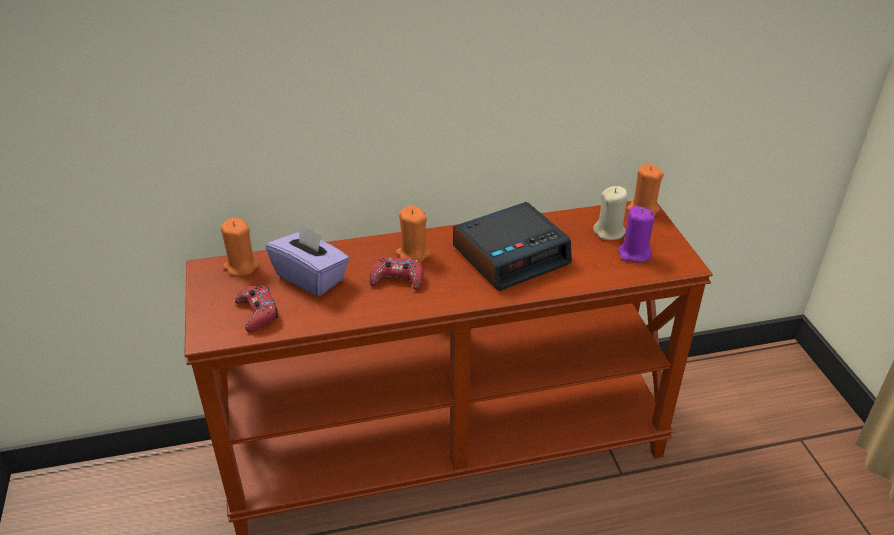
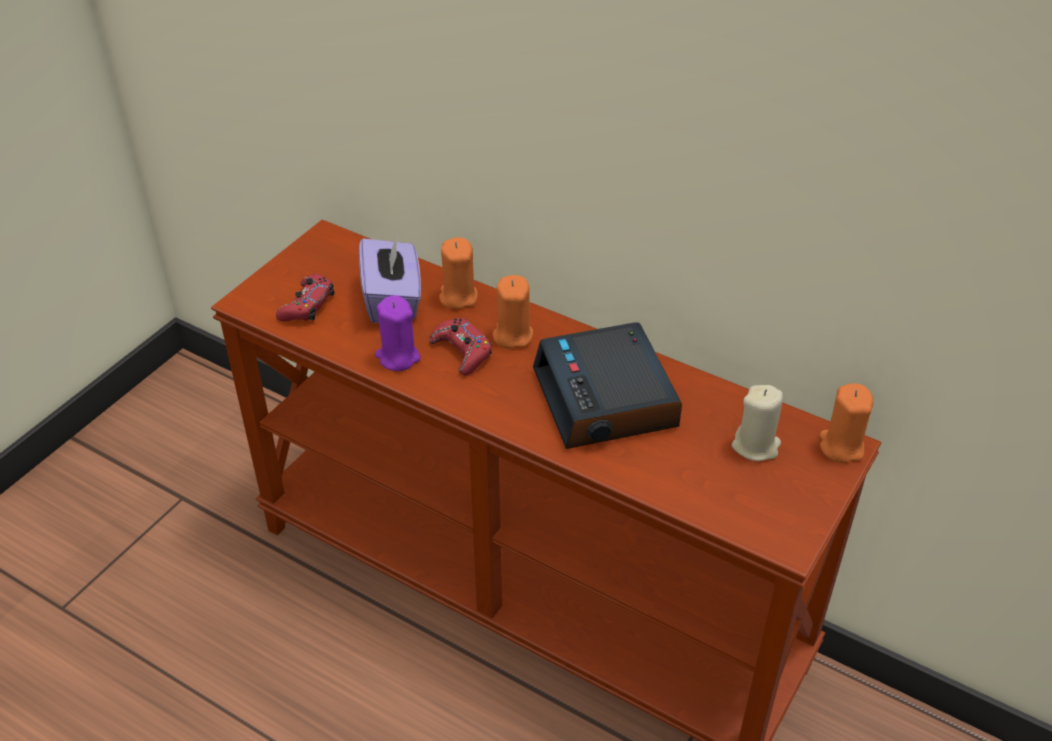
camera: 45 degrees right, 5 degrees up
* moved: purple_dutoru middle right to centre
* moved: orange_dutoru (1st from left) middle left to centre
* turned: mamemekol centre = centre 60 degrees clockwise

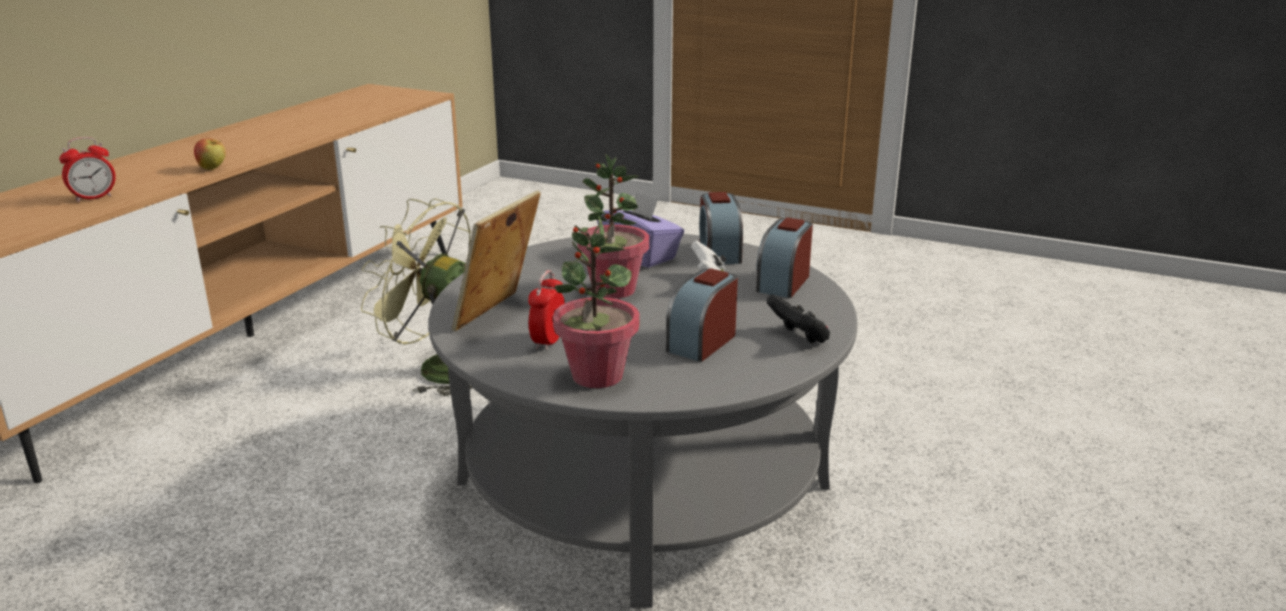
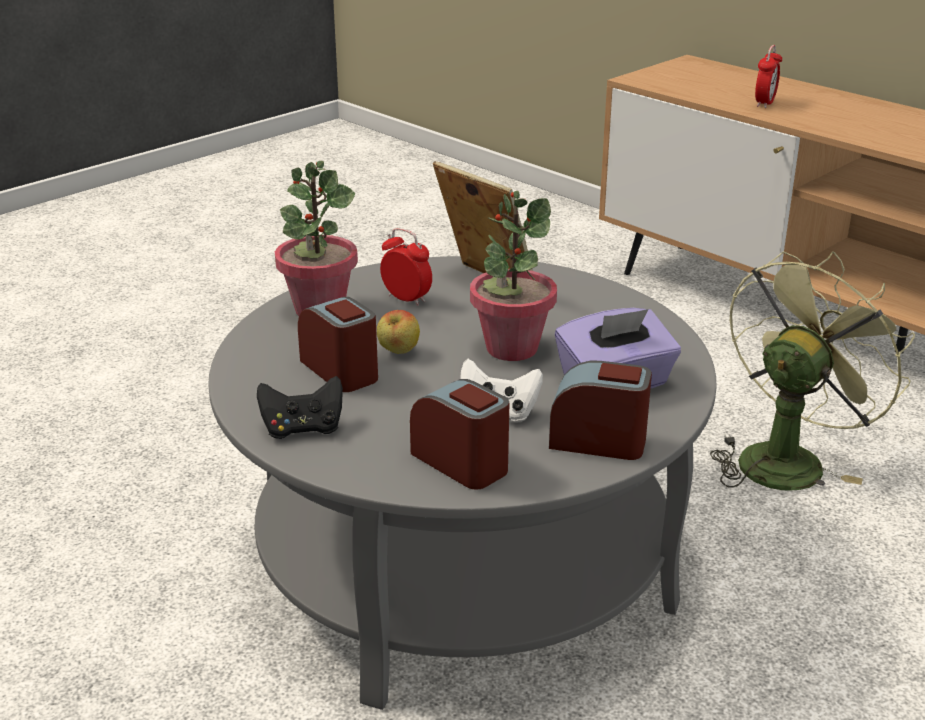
camera: 110 degrees right, 5 degrees up
* moved: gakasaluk top left to centre
* turned: mamemekol (1st from left in the first image) top left = top right 135 degrees counterclockwise

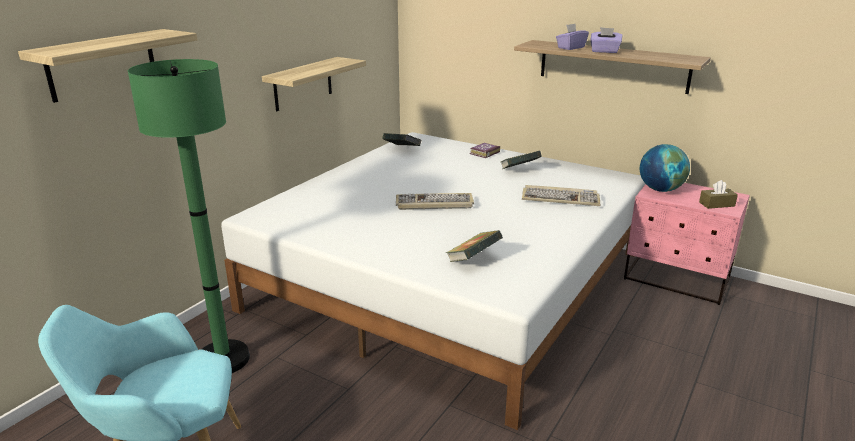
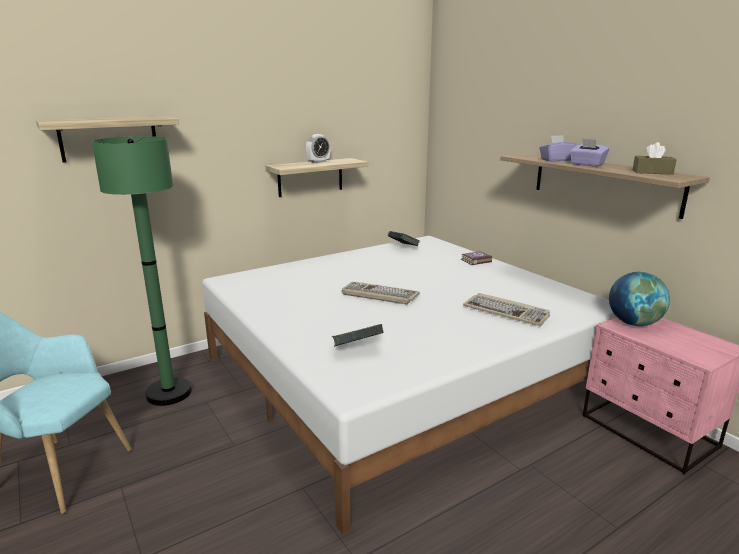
camera: 25 degrees right, 5 degrees down
* added: mamemekol top centre
* moved: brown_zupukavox middle right to top right
* removed: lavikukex (4th from left) centre

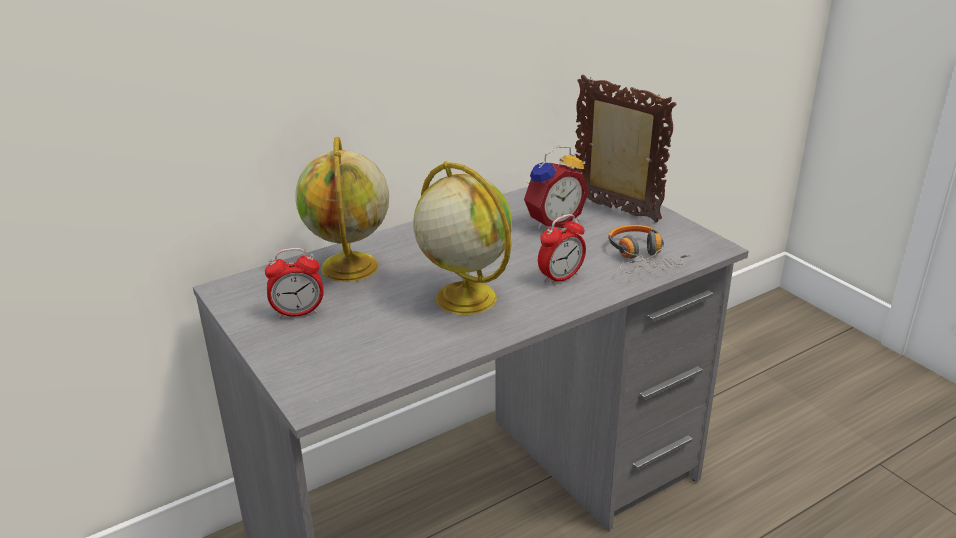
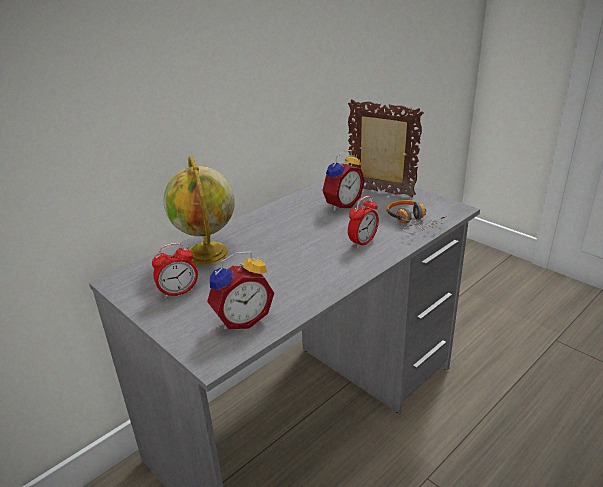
camera: 10 degrees left, 0 degrees up
* added: mamemekol (2nd from left) centre
* removed: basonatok (2nd from left) centre

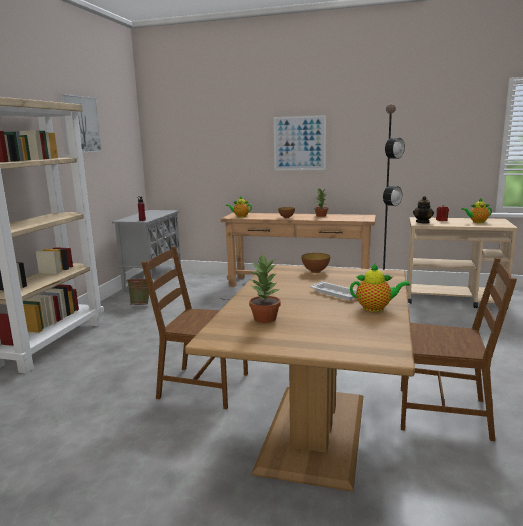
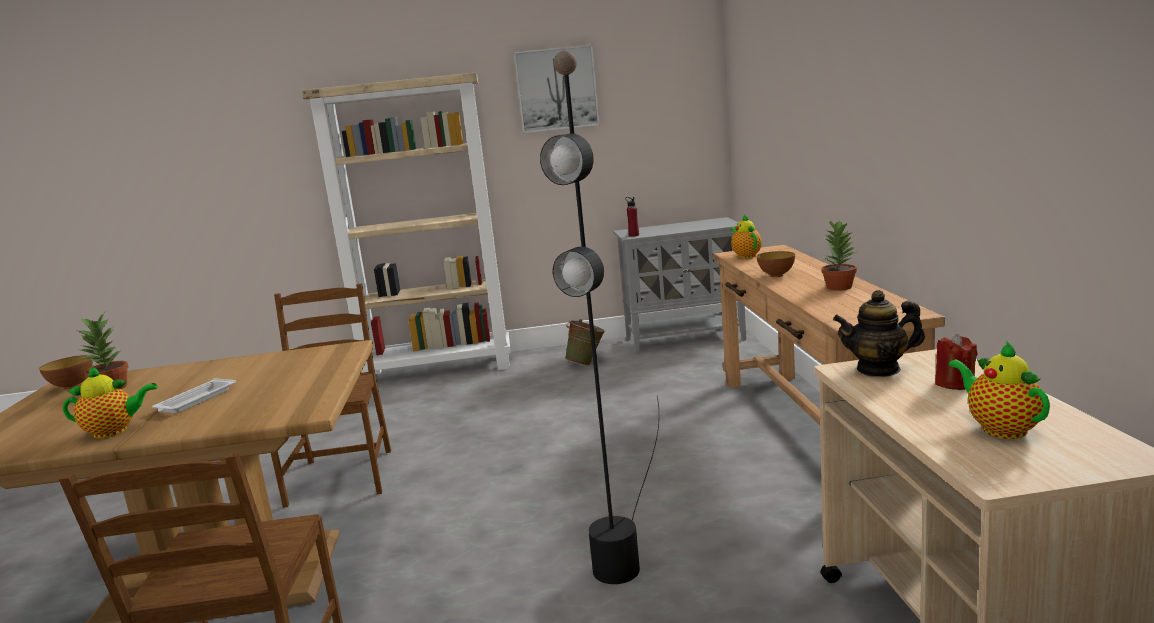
camera: 70 degrees right, 0 degrees up
* moved: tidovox (2nd from left in the first image) centre to tidovox (1st from left) middle left
* turned: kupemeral (2nd from left in the first image) middle right = middle left 90 degrees counterclockwise
* removed: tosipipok (2nd from left) top centre

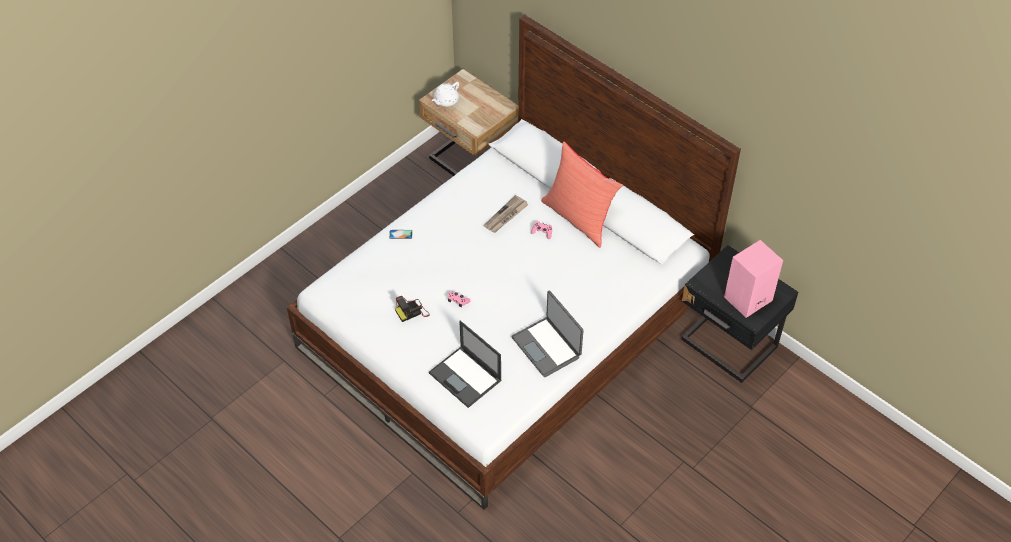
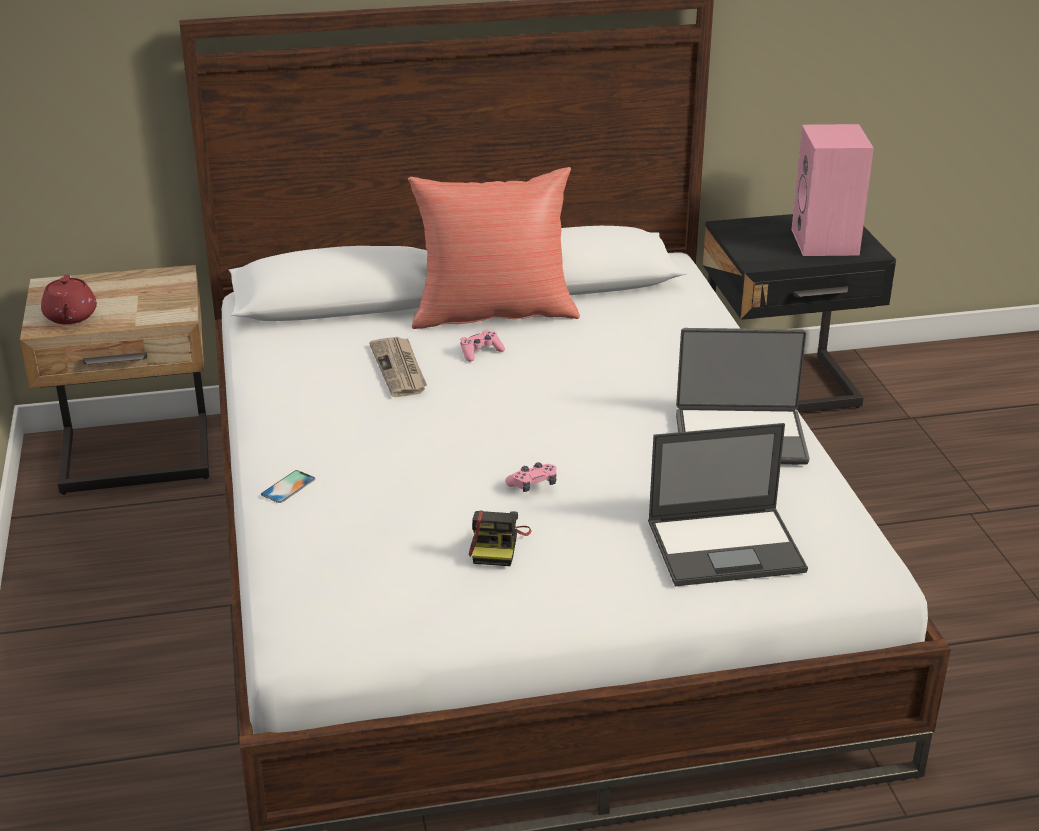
camera: 55 degrees left, 20 degrees down
* recoloured: white_kupemeral top centre to red_kupemeral middle left

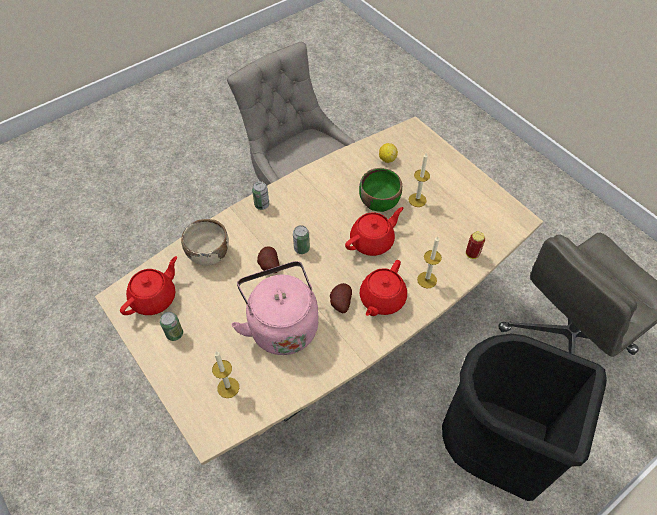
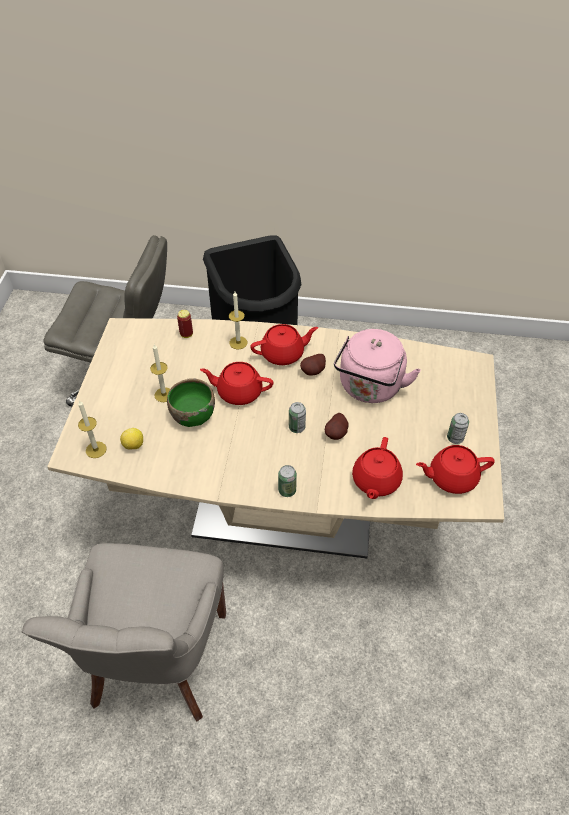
camera: 135 degrees left, 5 degrees down
* moved: dutoru (1st from left) bottom centre to middle left
* replaced: beige_tidovox middle left to red_kupemeral (3rd from left) centre

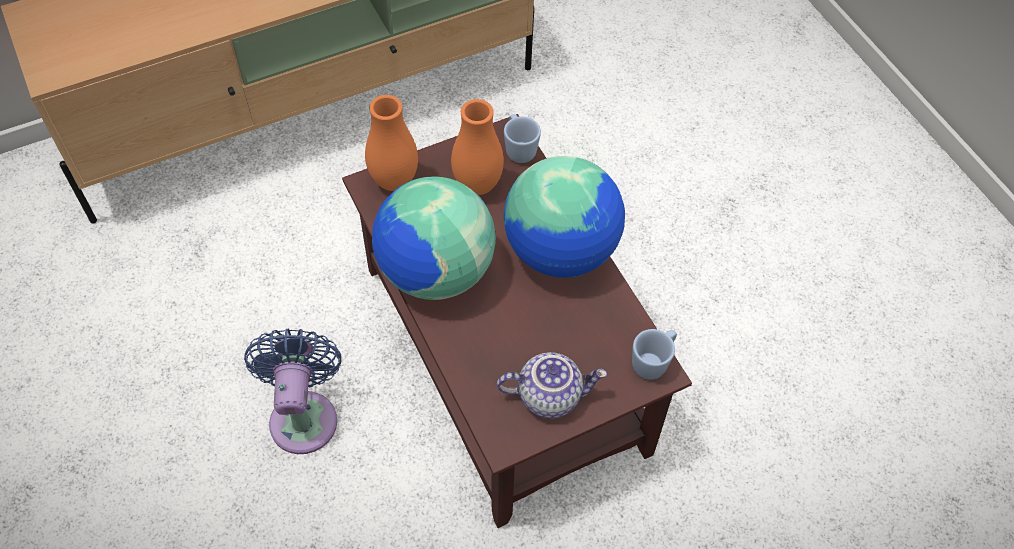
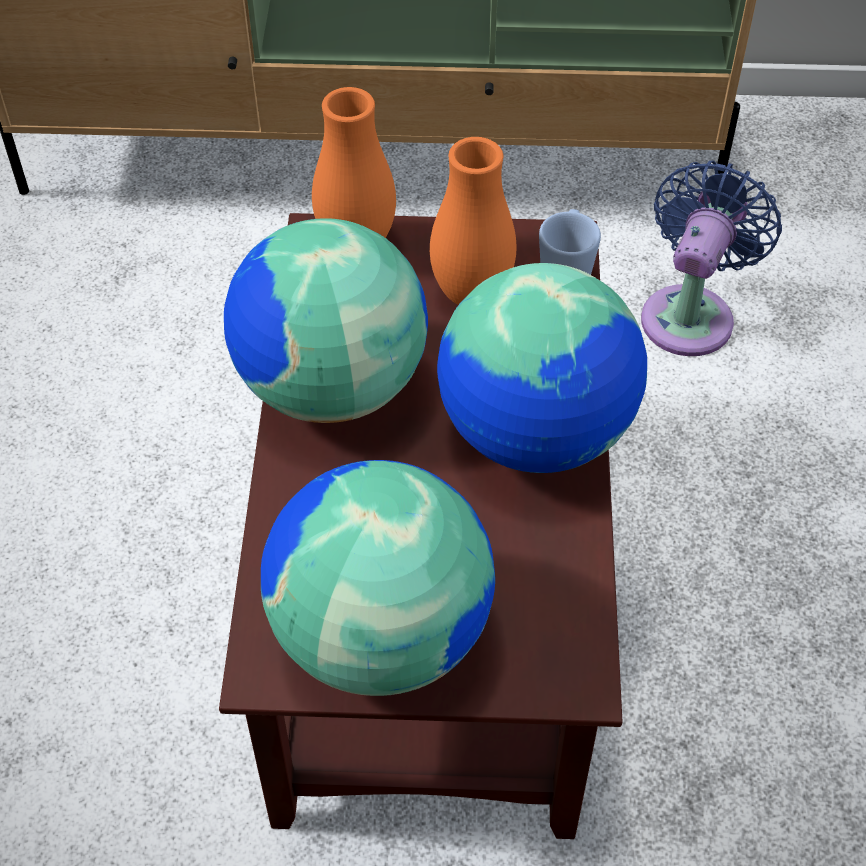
camera: 30 degrees right, 5 degrees down
* replaced: kupemeral bottom centre to basonatok (2nd from left) bottom centre
* moved: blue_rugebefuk bottom left to top right
* removed: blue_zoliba (2nd from left) centre

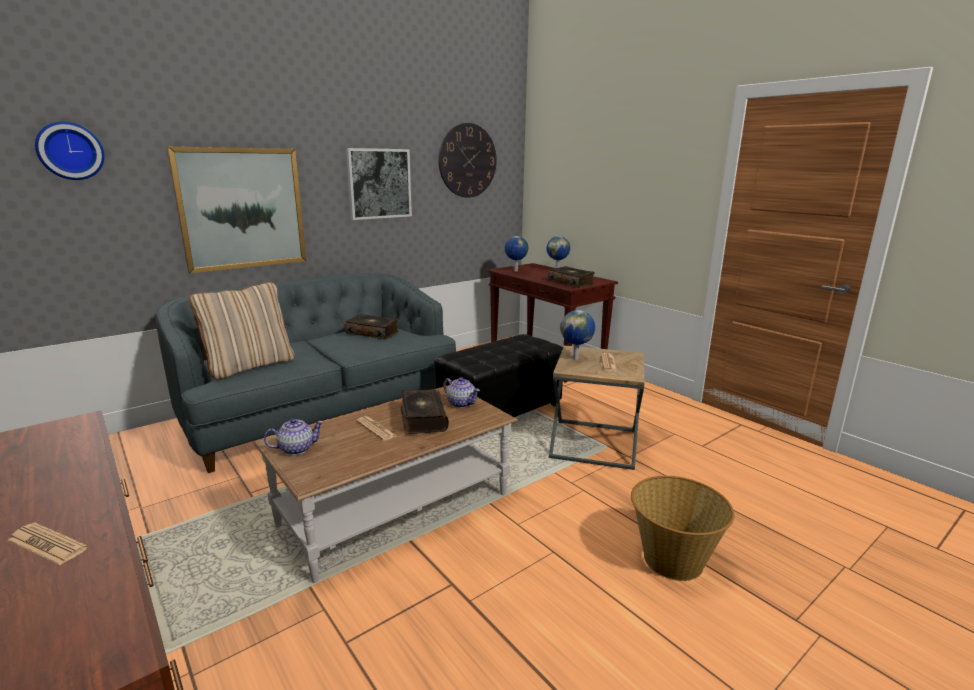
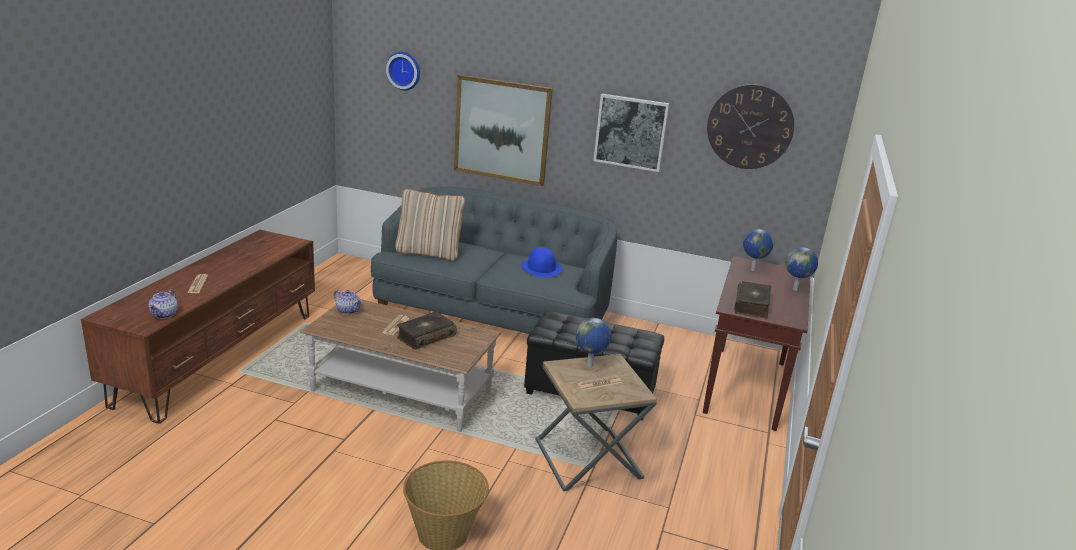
camera: 55 degrees right, 5 degrees up
* moved: kupemeral (2nd from left in the first image) centre to kupemeral (1st from left) middle left
* replaced: lavikukex (1st from left) centre to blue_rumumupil centre

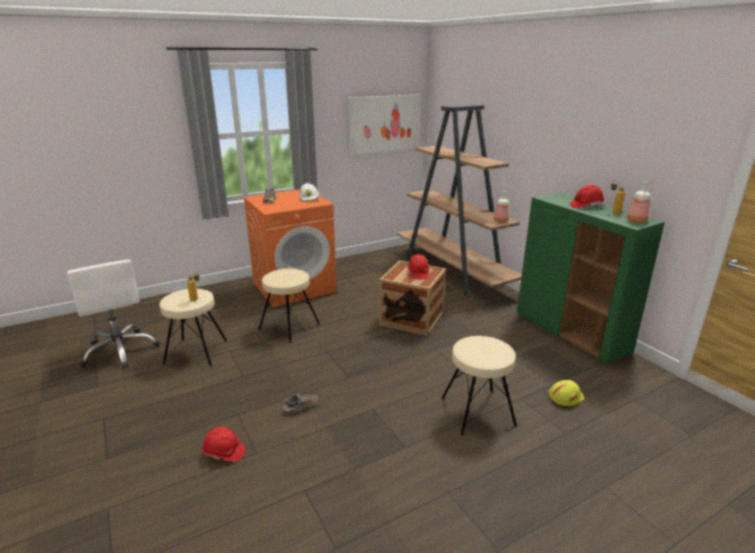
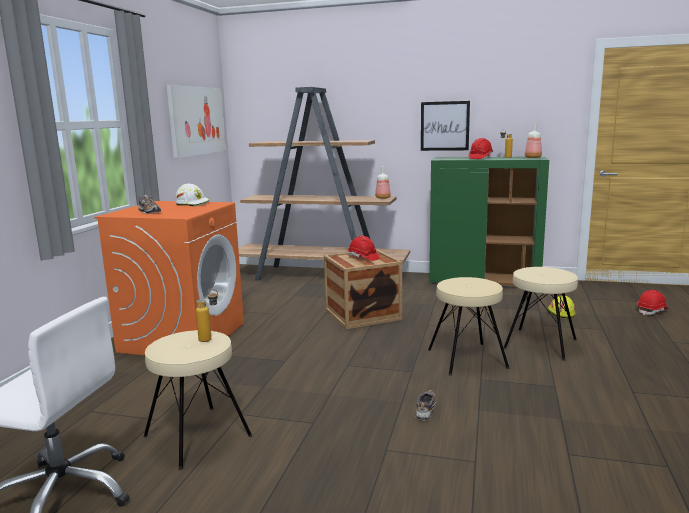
camera: 45 degrees left, 10 degrees down
* added: tosipipok (2nd from left) top centre
* moved: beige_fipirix (2nd from left) centre to middle right
* moved: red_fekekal (1st from left in the first image) bottom left to red_fekekal (3rd from left) middle right

